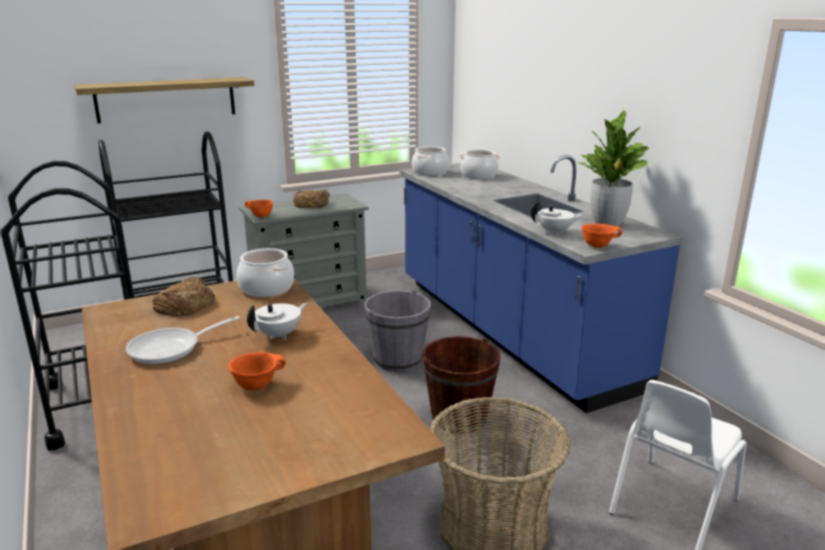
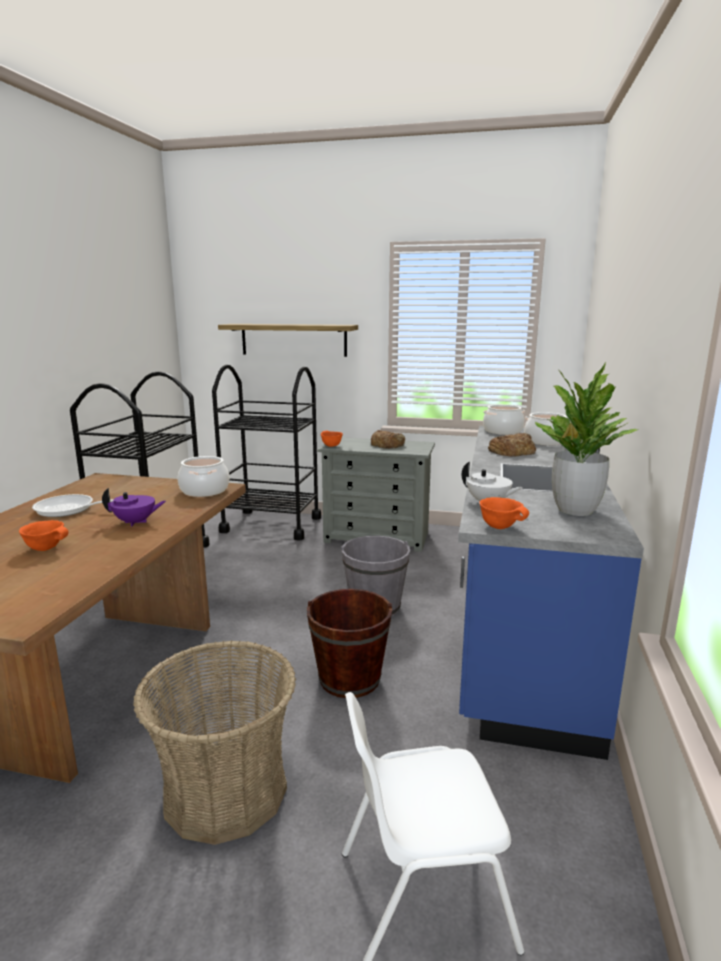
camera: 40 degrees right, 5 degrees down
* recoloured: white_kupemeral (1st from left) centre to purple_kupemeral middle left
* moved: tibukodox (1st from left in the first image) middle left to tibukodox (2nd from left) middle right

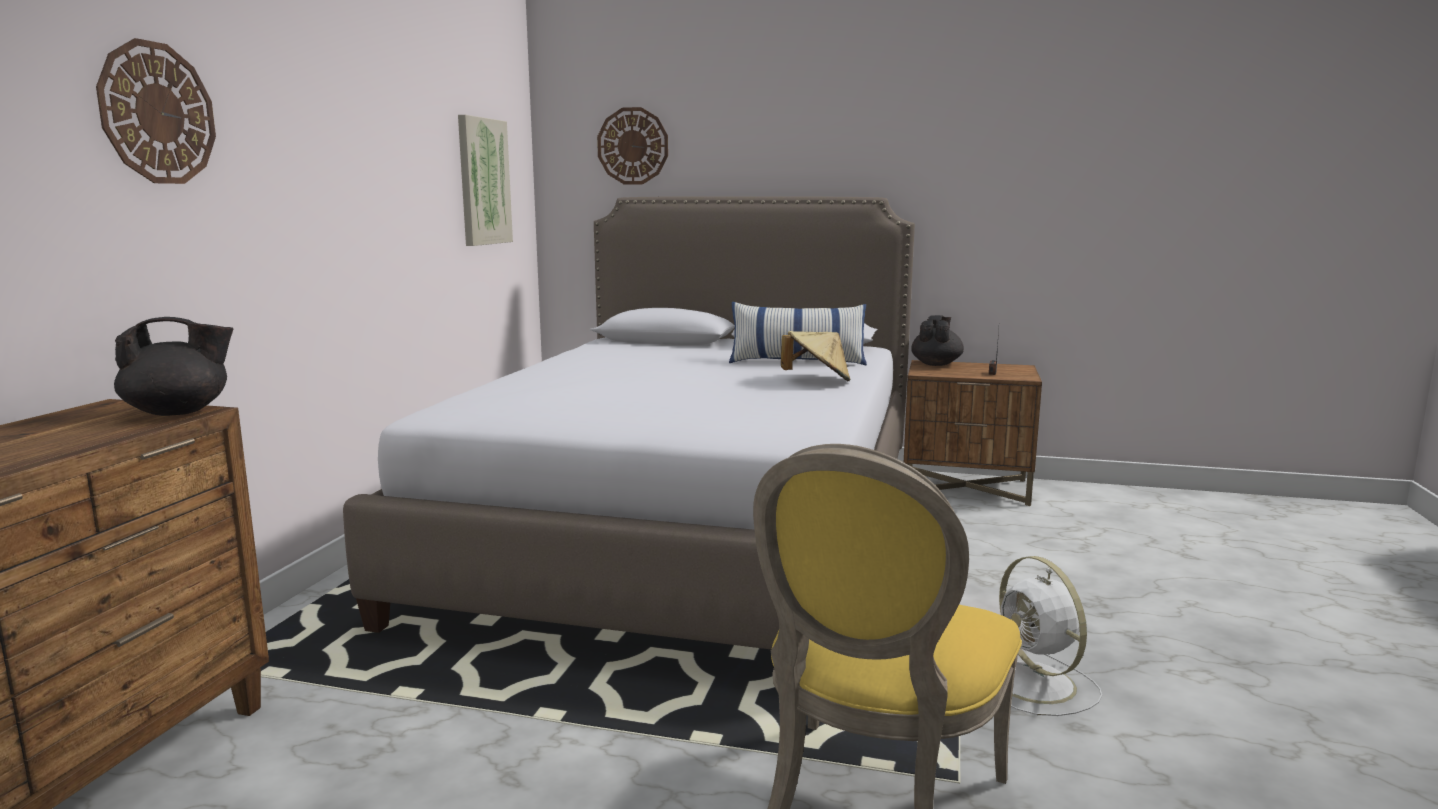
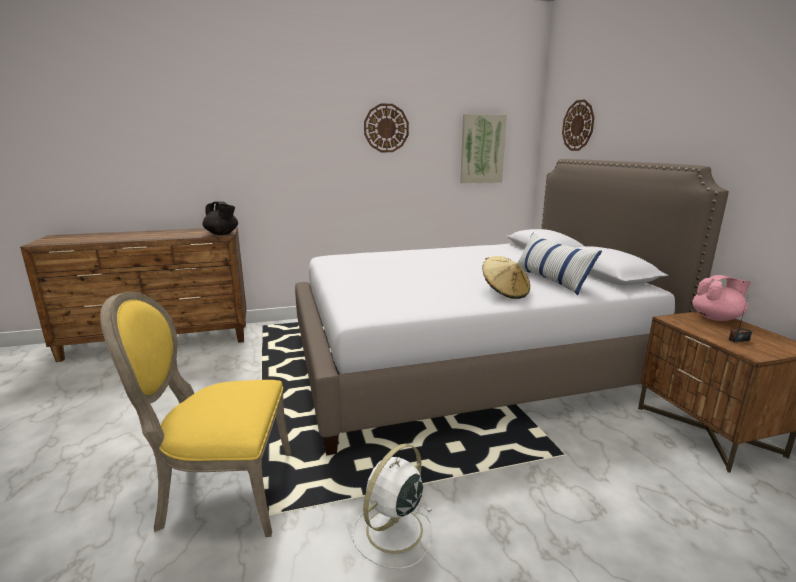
camera: 60 degrees right, 5 degrees up
* moved: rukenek (1st from left) top left to top centre
* recoloured: black_kupemeral (2nd from left) centre to pink_kupemeral middle right

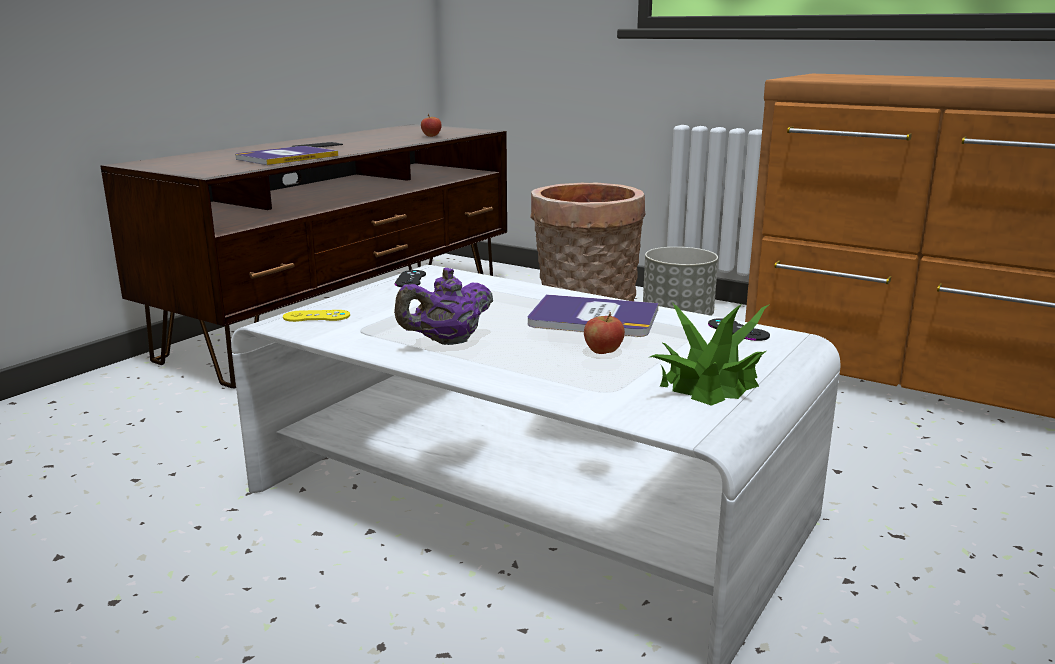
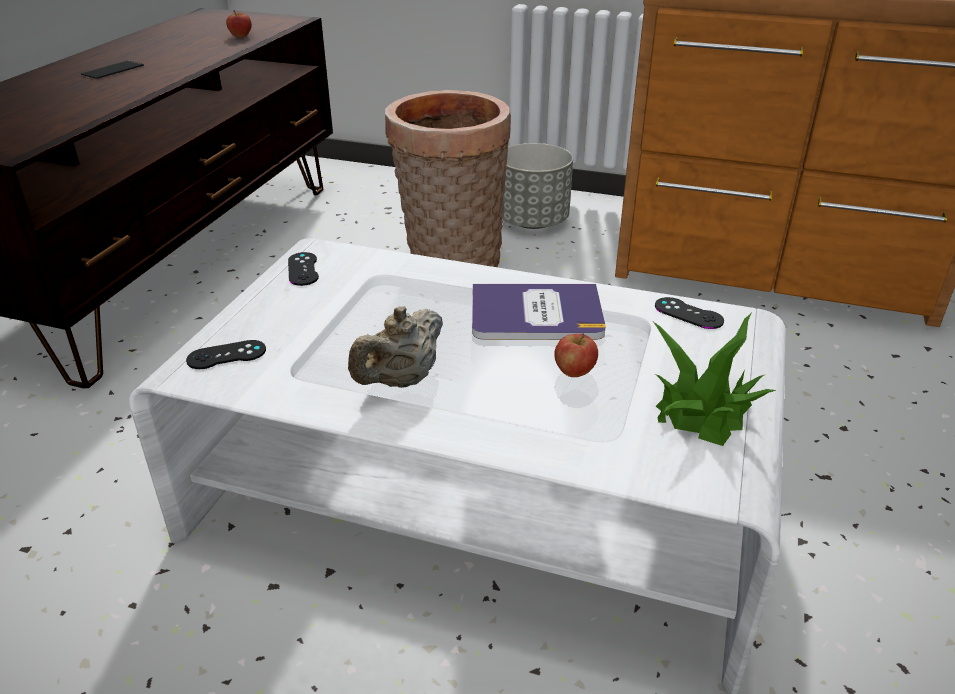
camera: 15 degrees left, 15 degrees up
* recoloured: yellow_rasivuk middle left to black_rasivuk (1st from left) middle left
* recoloured: purple_kupemeral centre to beige_kupemeral centre
* removed: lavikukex (1st from left) top left

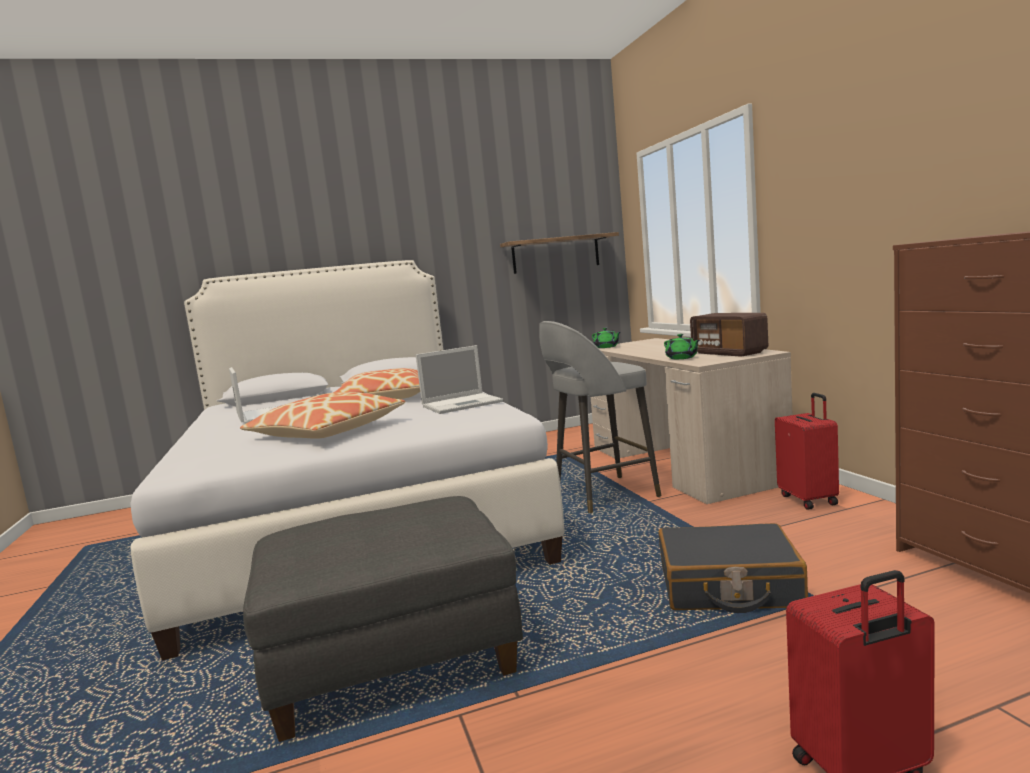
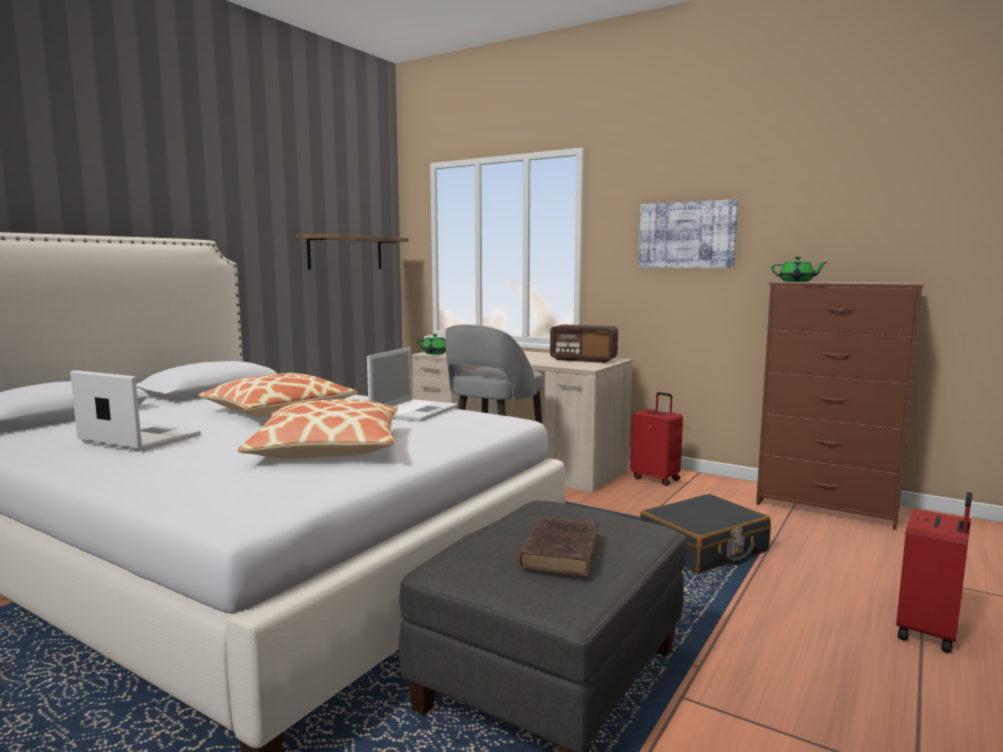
camera: 40 degrees left, 0 degrees up
* added: brown_lavikukex bottom centre
* added: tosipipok top right
* moved: green_kupemeral (2nd from left) centre to middle right

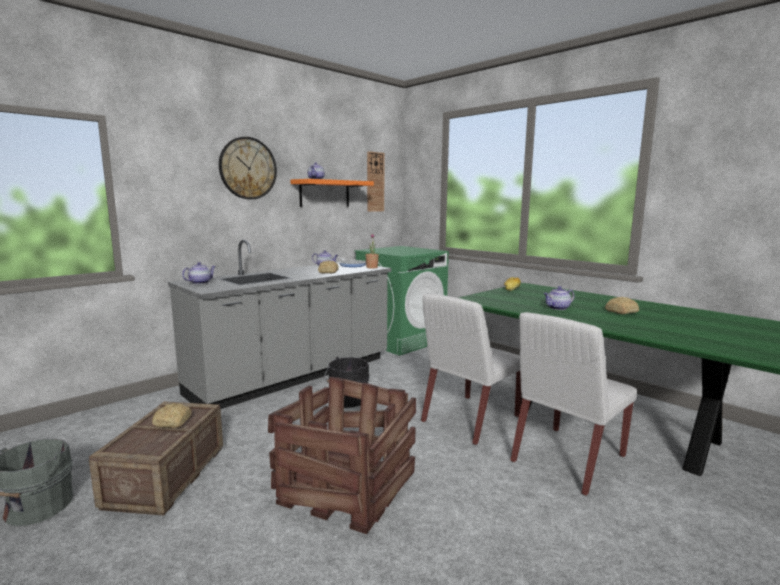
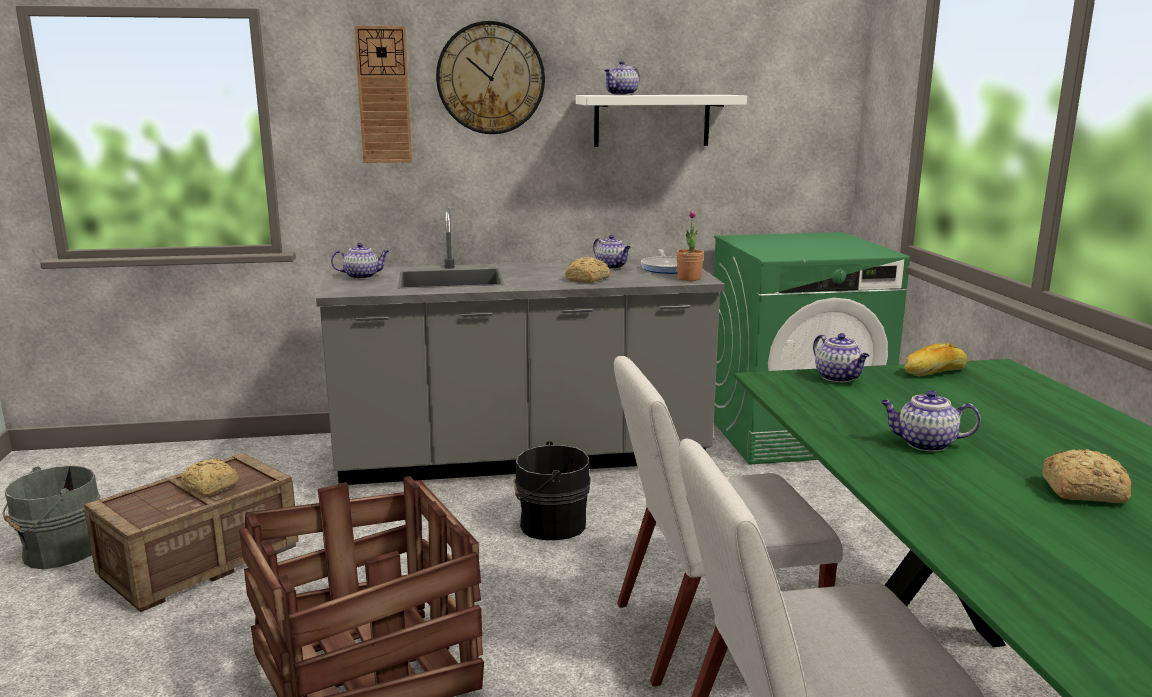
camera: 35 degrees right, 5 degrees up
* moved: rukenek (2nd from left in the first image) top centre to rukenek (1st from left) top left
* recoloured: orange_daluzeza top centre to white_daluzeza top centre
* added: kupemeral (4th from left) middle right

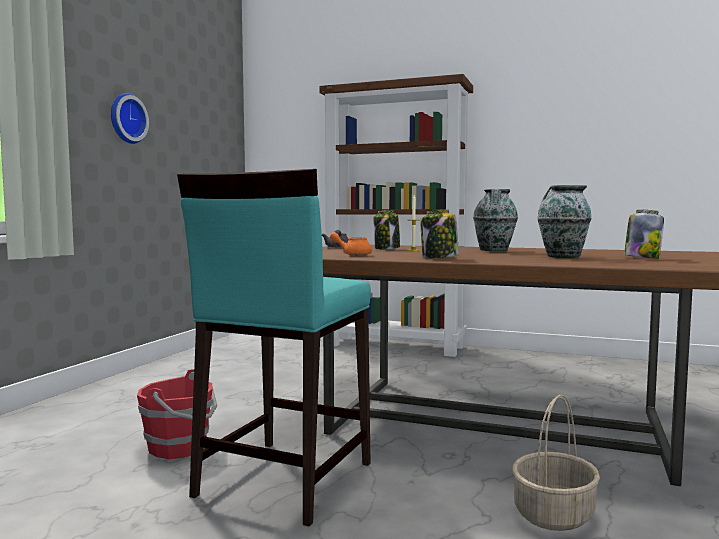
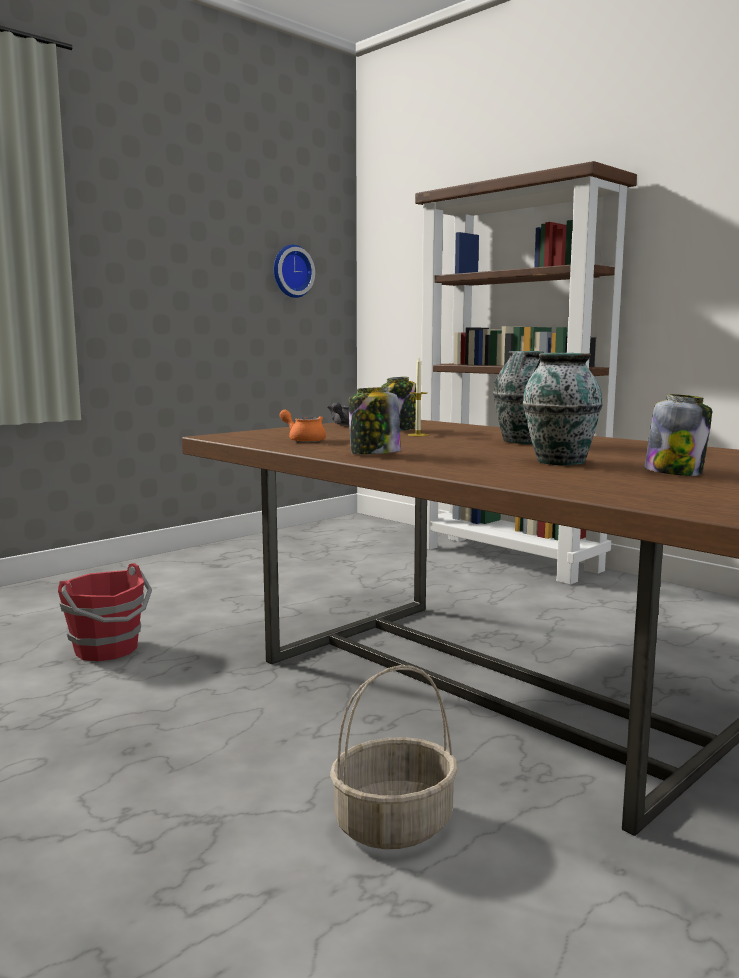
camera: 25 degrees right, 5 degrees up
* moved: rukenek top left to top centre
* removed: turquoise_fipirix centre

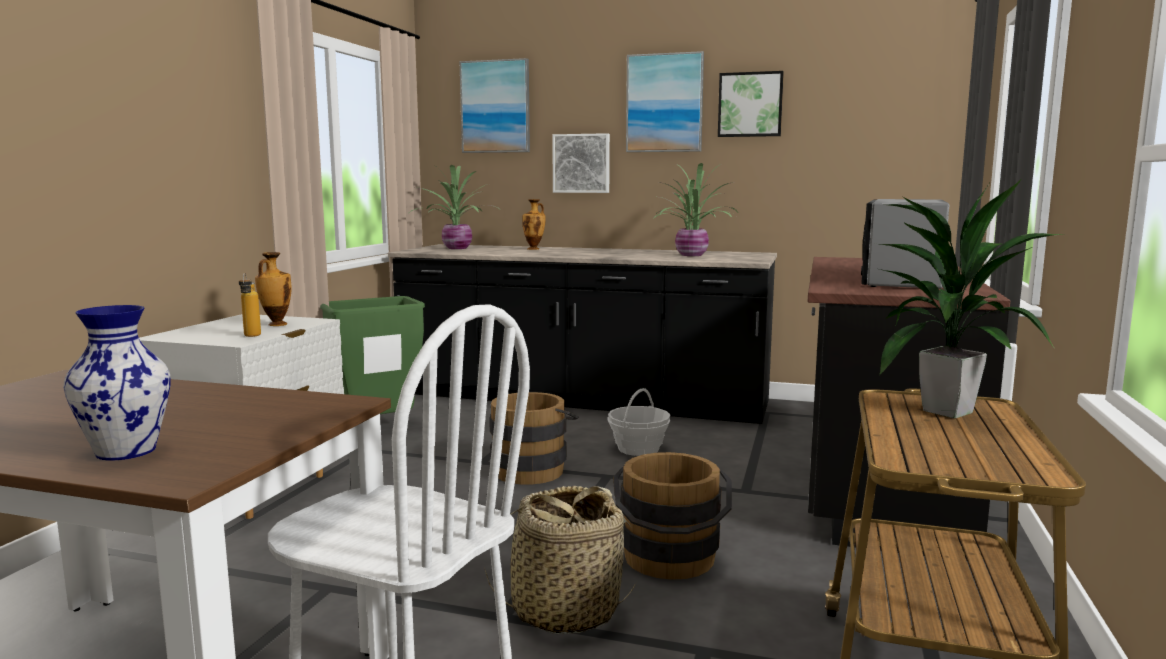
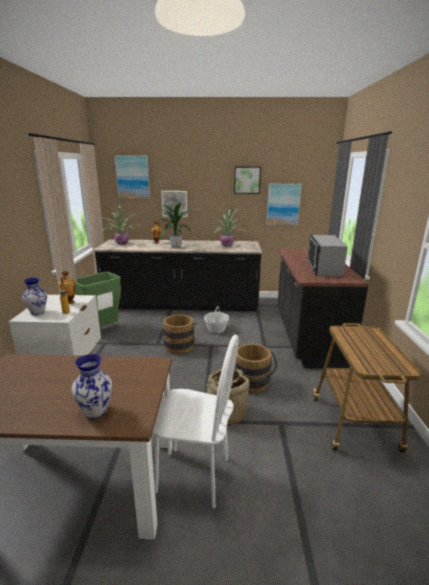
camera: 15 degrees left, 10 degrees up
* added: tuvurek (1st from left) middle left
* moved: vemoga (3rd from left in the first image) middle right to vemoga (2nd from left) centre
* moved: tosipipok (3rd from left in the first image) top centre to tosipipok (4th from left) centre

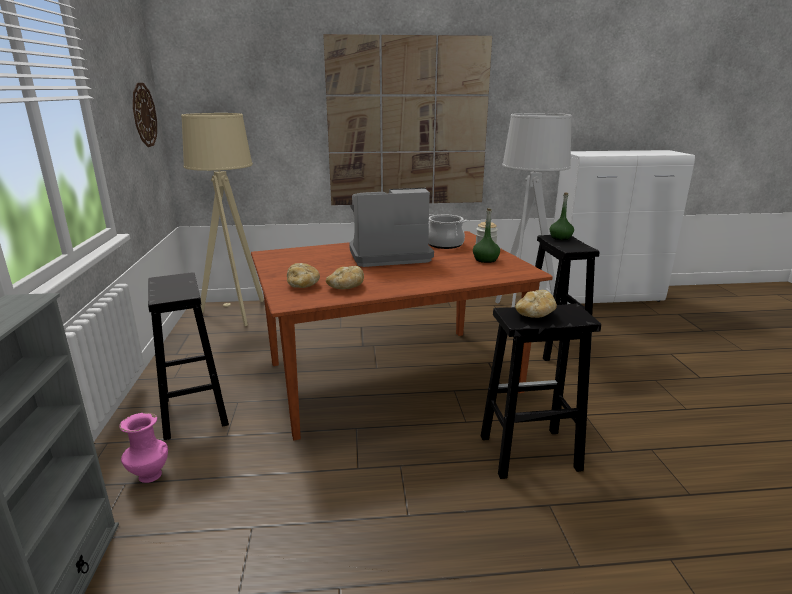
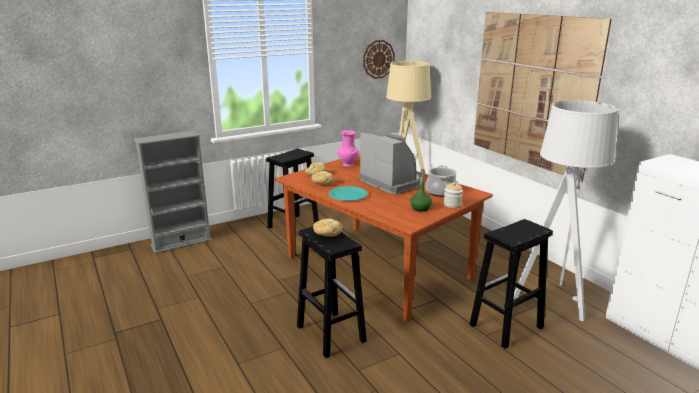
camera: 65 degrees right, 0 degrees up
* added: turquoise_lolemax centre
* moved: pink_tuvurek bottom left to centre
* removed: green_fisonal (2nd from left) middle right

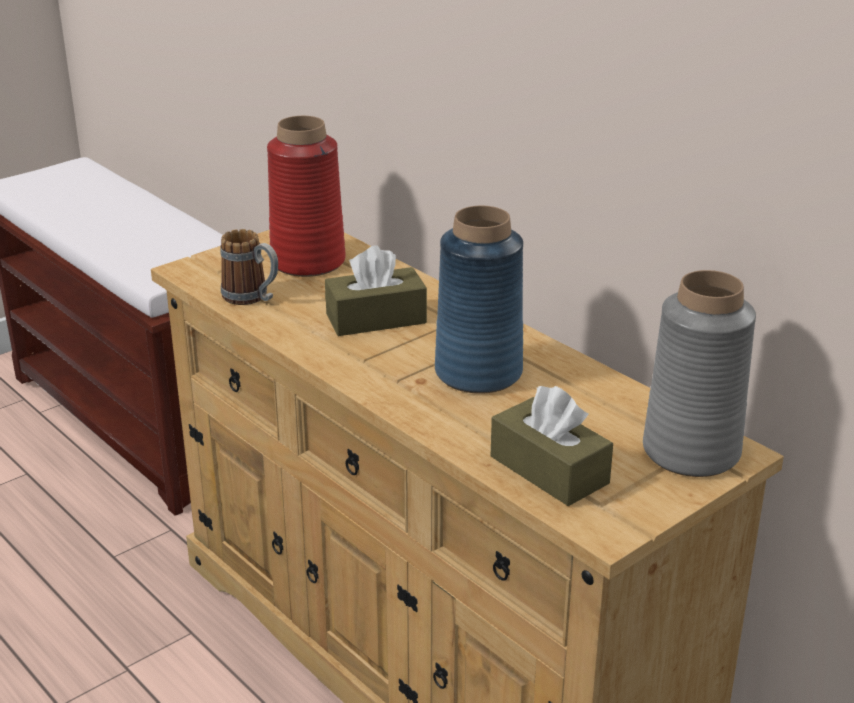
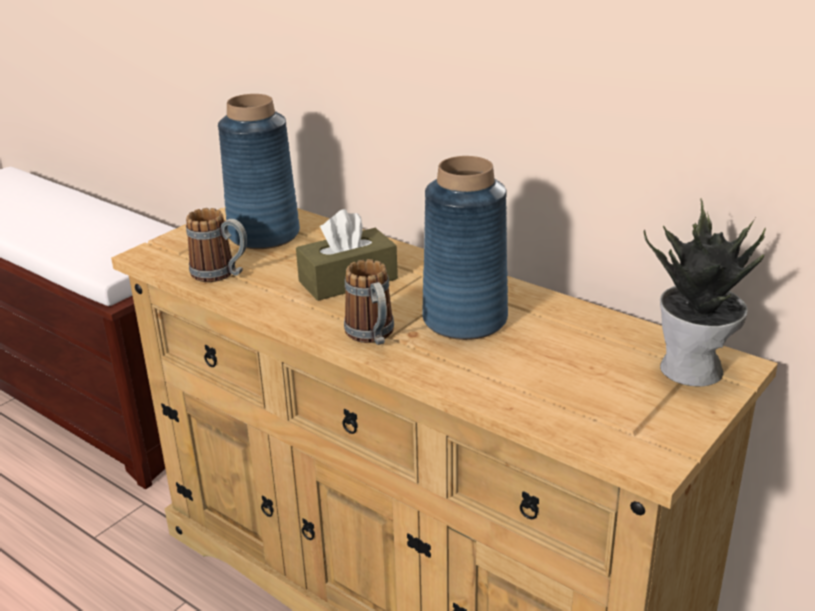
camera: 10 degrees left, 0 degrees up
* recoloured: red_tuvurek top centre to blue_tuvurek (1st from left) top left
* added: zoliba (2nd from left) centre
* replaced: grey_tuvurek middle right to vemoga middle right
* removed: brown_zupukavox (2nd from left) centre

